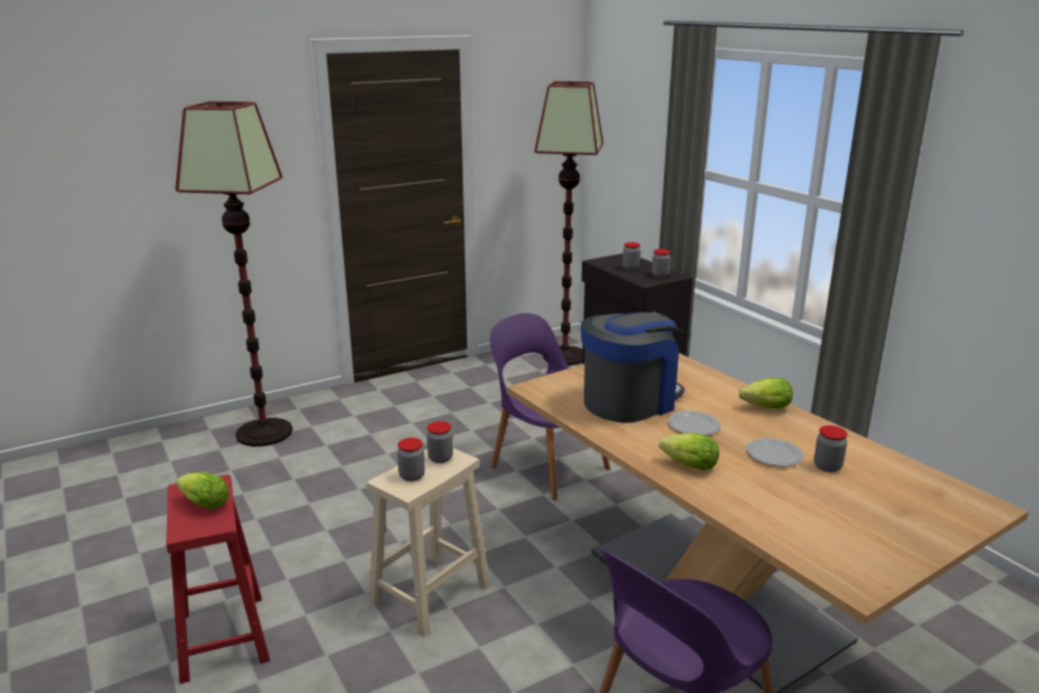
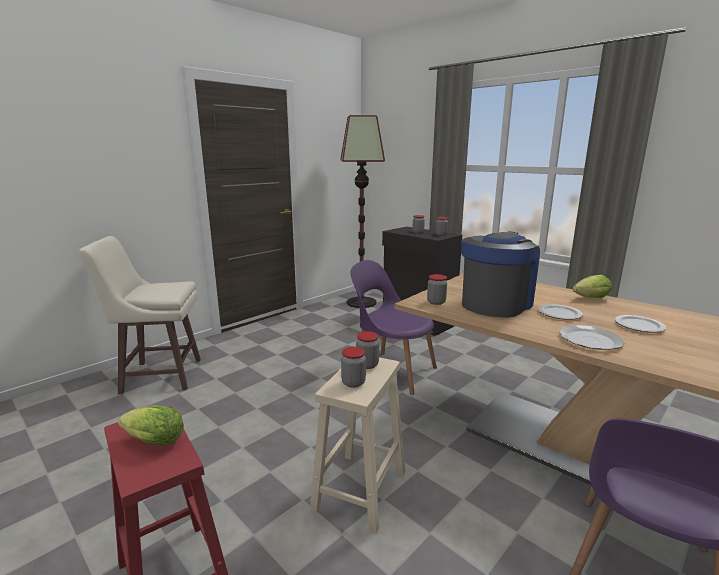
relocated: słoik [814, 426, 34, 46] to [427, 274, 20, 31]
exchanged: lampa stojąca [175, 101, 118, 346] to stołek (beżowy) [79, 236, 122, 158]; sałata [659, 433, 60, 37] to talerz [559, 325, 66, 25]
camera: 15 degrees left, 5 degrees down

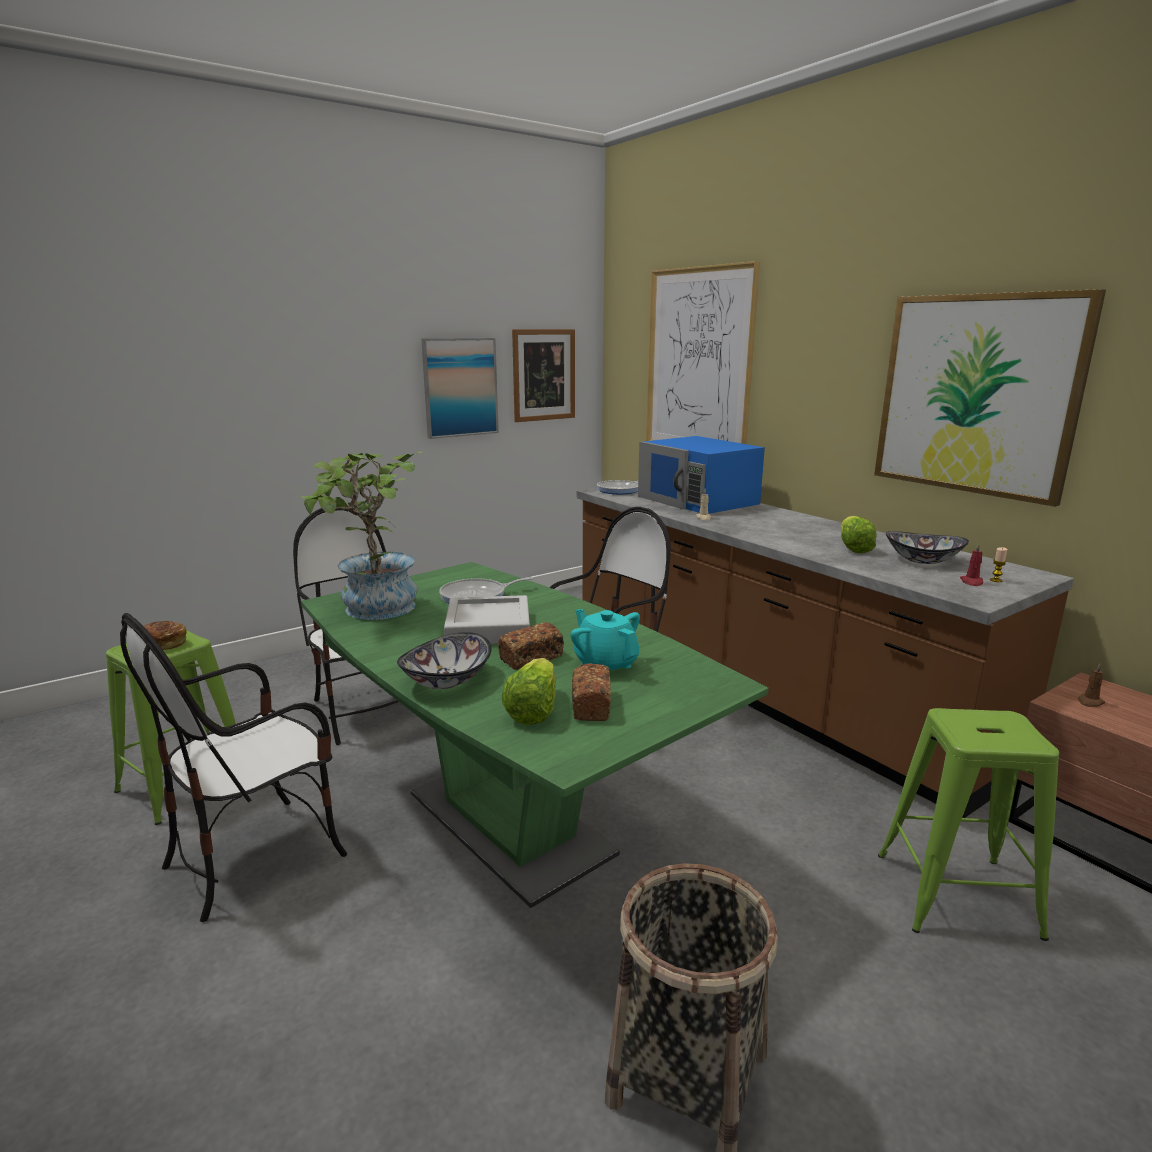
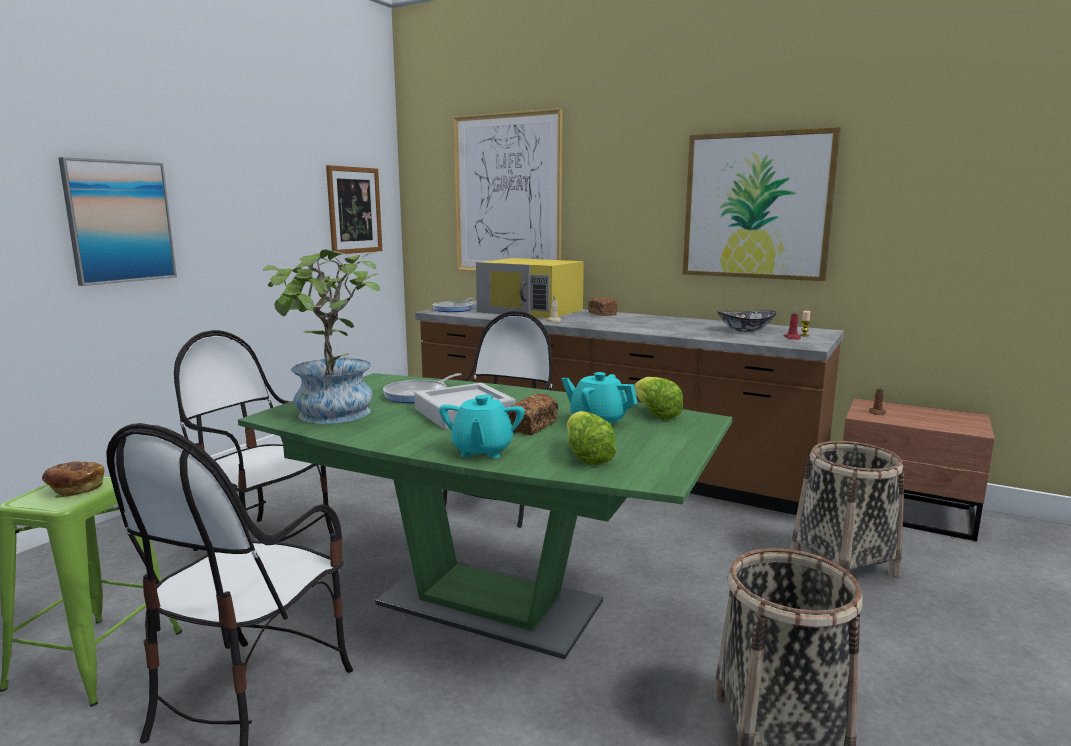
relocated: obraz [421, 338, 78, 101] to [58, 157, 119, 129]; chleb [572, 664, 39, 57] to [588, 297, 30, 19]; sałata [841, 516, 36, 38] to [634, 377, 49, 43]
exchanged: miska [397, 632, 94, 57] to imbryk (turkusowy) [439, 395, 86, 63]; stołek (zielony) [878, 708, 181, 233] to koszyk [790, 441, 115, 136]
colour: mikrofalówka (niebieski) [638, 436, 127, 78] to mikrofalówka (żółty) [476, 258, 108, 60]
camera: 25 degrees left, 5 degrees down

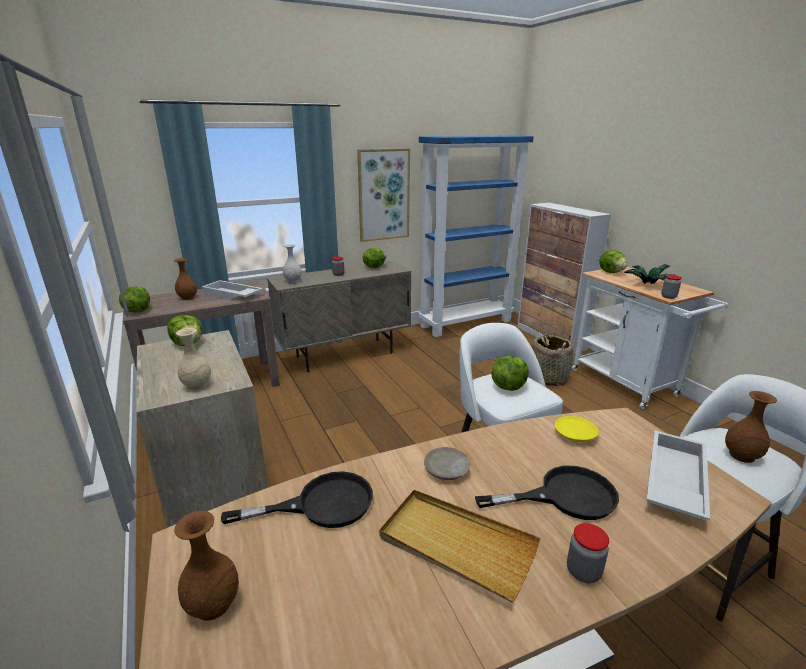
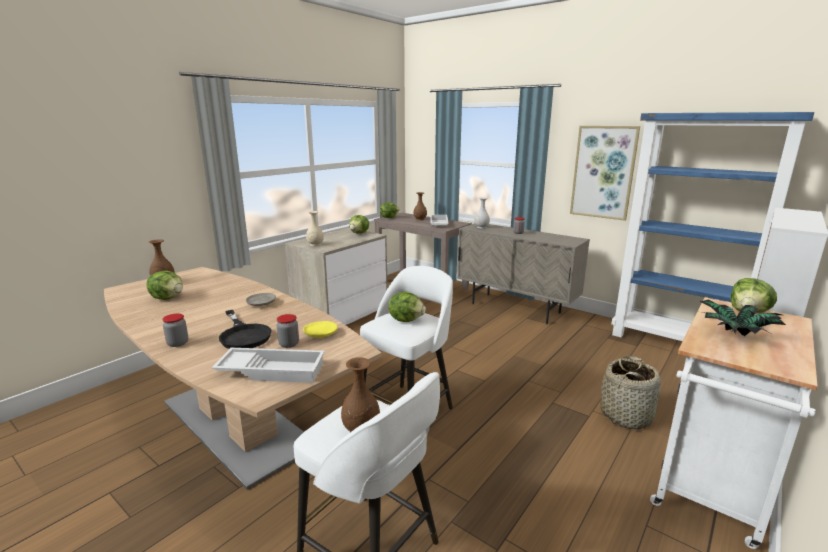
missing: patelnia (czarny) [221, 471, 152, 57]; taca (beżowy) [379, 490, 161, 113]
relocated: sałata [363, 248, 23, 20] to [146, 271, 37, 29]; słoik [661, 275, 21, 24] to [277, 314, 22, 34]
camera: 65 degrees right, 5 degrees down

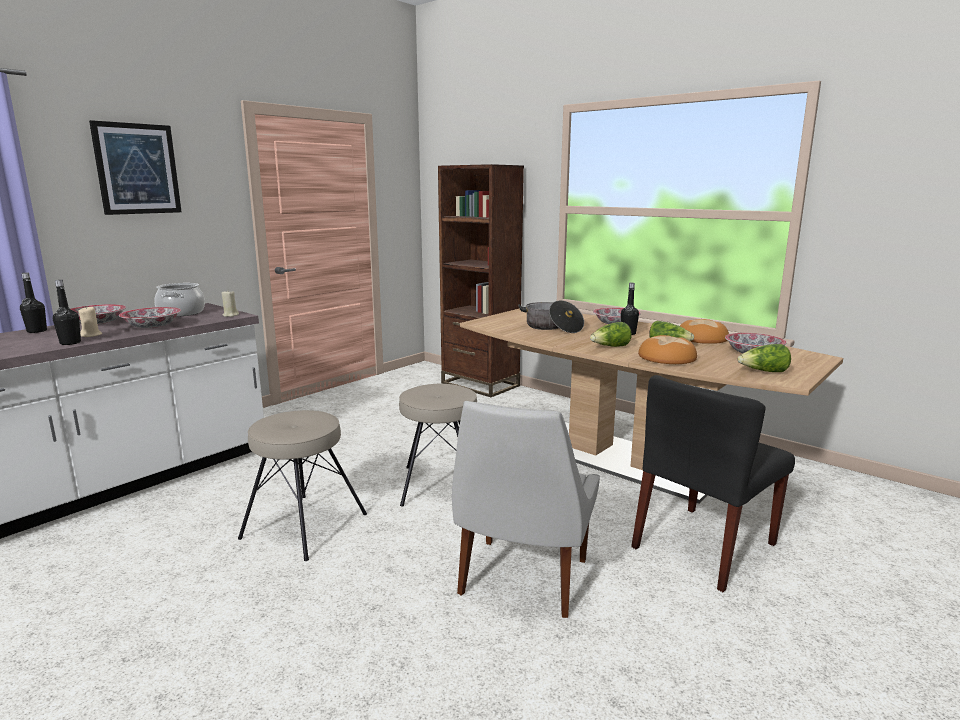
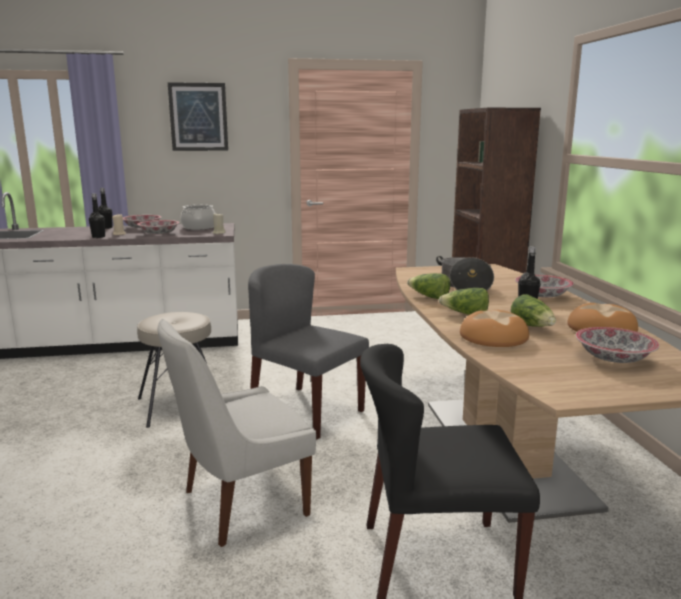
relocated: sałata [738, 344, 53, 28] to [407, 273, 43, 26]
exchanged: stołek (beżowy) [399, 384, 78, 122] to krzesło (szary) [248, 264, 121, 176]
camera: 40 degrees right, 0 degrees up

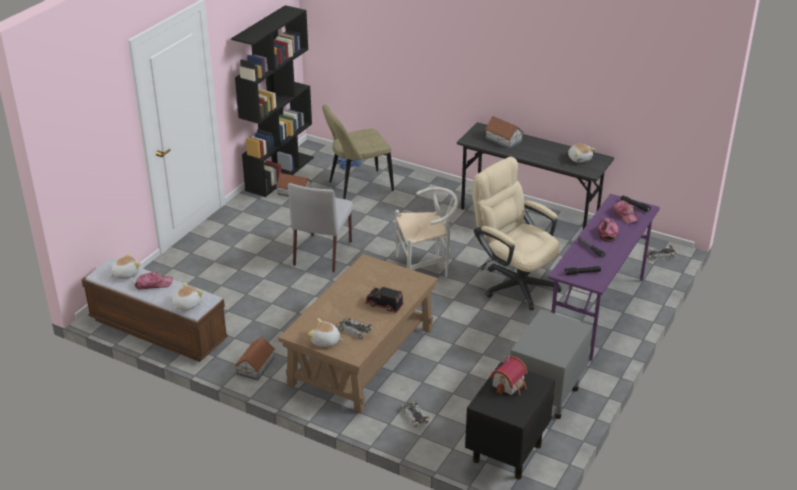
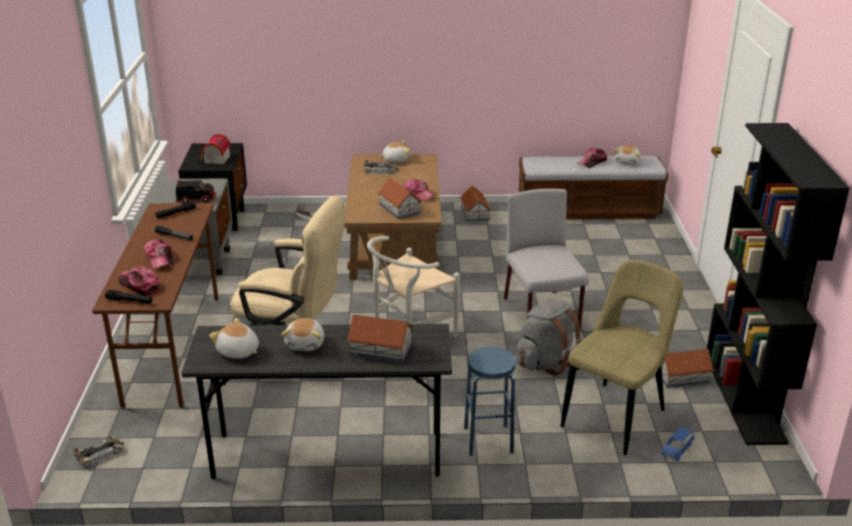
appeared: domek [378, 178, 44, 41]; czapka z daszkiem [402, 179, 34, 22]; stołek (niebieski) [464, 347, 52, 109]; plecak (szary) [516, 299, 66, 77]
relocated: pluszak [172, 282, 32, 29] to [281, 318, 43, 33]; ciężarówka zabawkowa [365, 287, 39, 26] to [176, 180, 40, 23]
colour: biurko (fioletowy) [548, 194, 112, 167] to biurko (brązowy) [92, 203, 126, 206]
camera: 150 degrees right, 5 degrees down

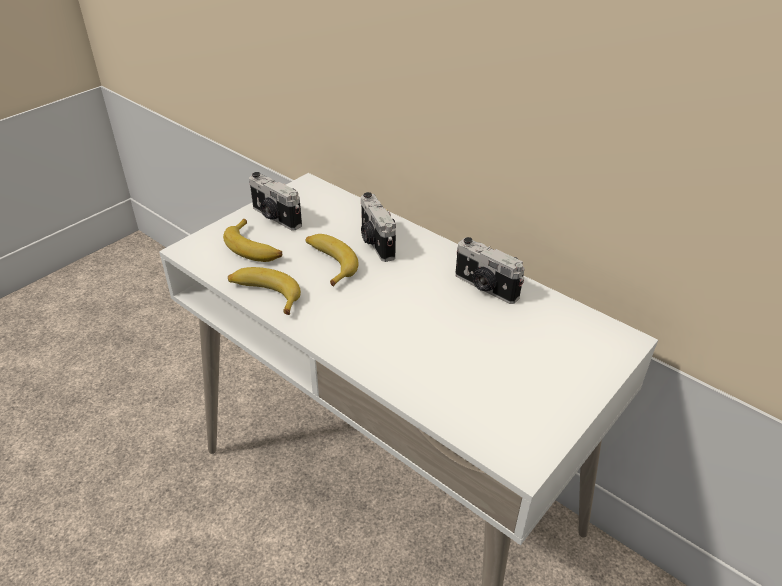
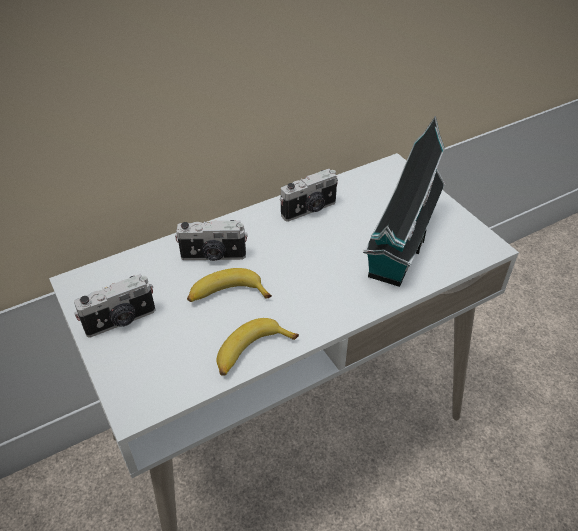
missing: banan [223, 219, 59, 43]
appeared: domek [363, 116, 82, 171]
camera: 70 degrees left, 5 degrees up

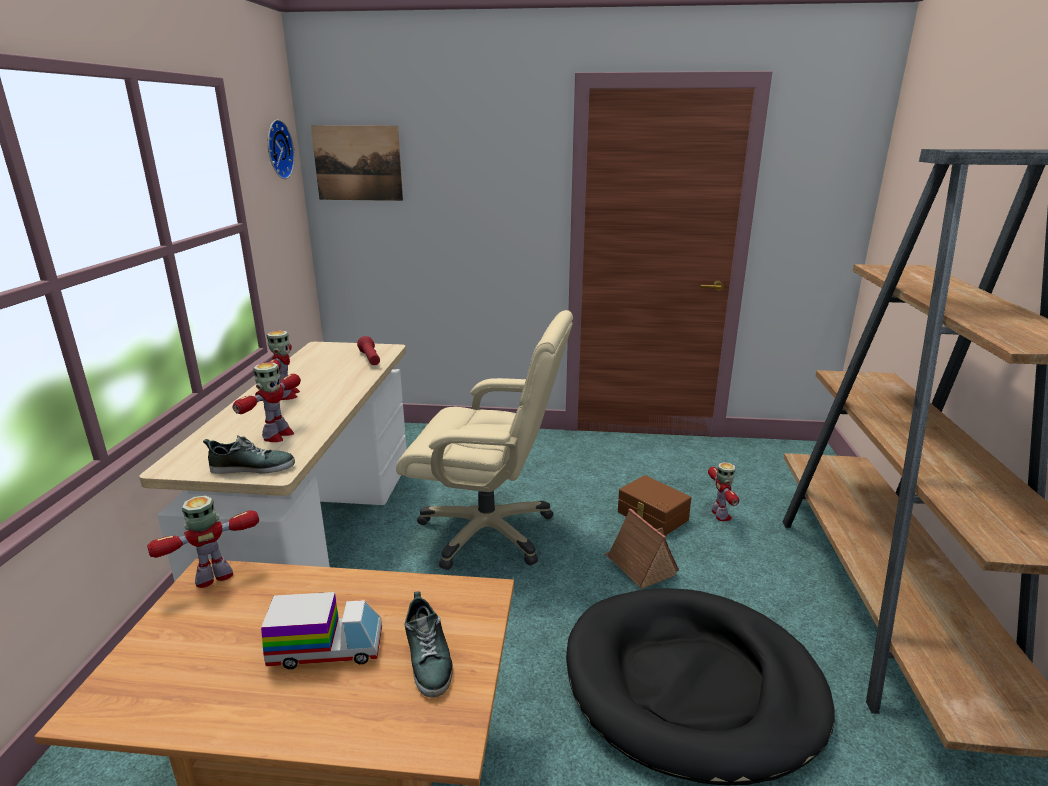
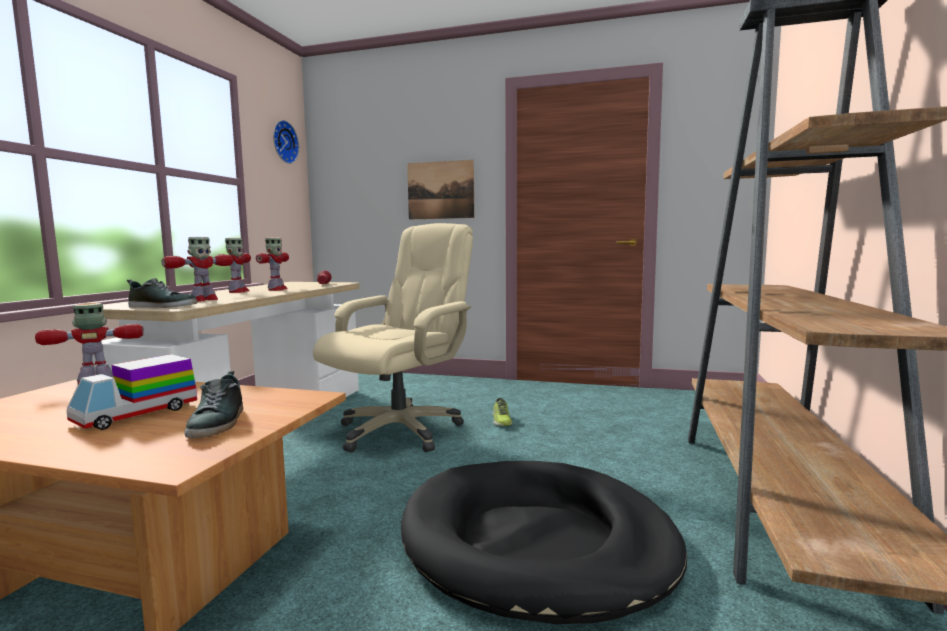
missing: domek [605, 509, 74, 80]; pojemnik do przechowywania (brązowy) [618, 475, 73, 61]
appeared: but [493, 398, 20, 28]
relocated: obraz [311, 126, 92, 75] to [407, 160, 67, 60]; robot zabawkowy [708, 462, 31, 59] to [256, 238, 33, 53]
spun: ciężarówka zabawkowa [261, 592, 121, 77] = [66, 354, 131, 76] 120 degrees clockwise; krzesło biurowe (beżowy) [396, 310, 177, 260] = [313, 223, 160, 229] 75 degrees counterclockwise
camera: 10 degrees right, 15 degrees down

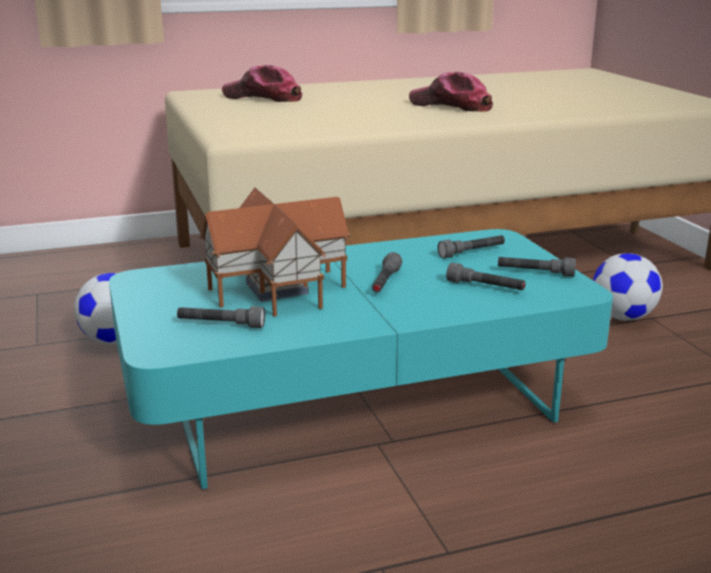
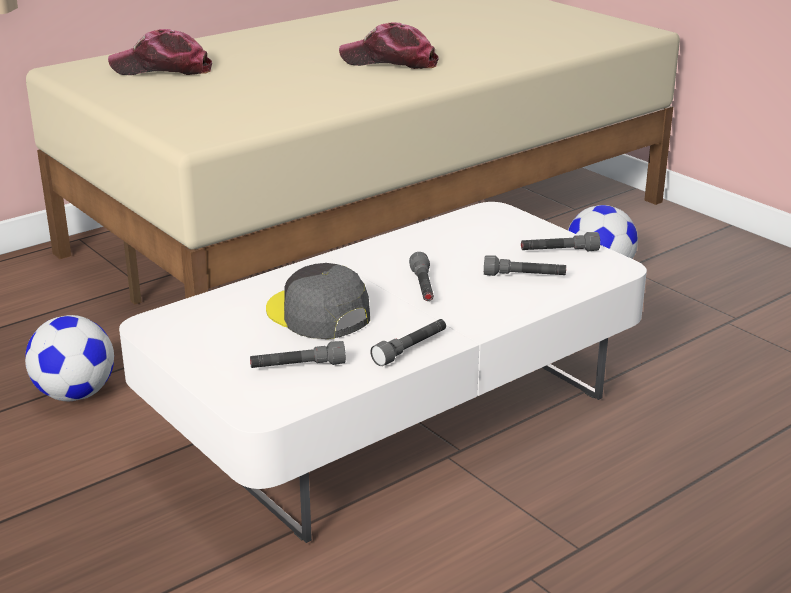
relocated: latarka (szary) [438, 235, 67, 23] to [370, 319, 76, 47]
exchanged: domek [200, 188, 151, 129] to czapka z daszkiem (szary) [266, 263, 104, 76]
colour: ława (turkusowy) [109, 229, 504, 260] to ława (biały) [119, 202, 528, 341]
camera: 20 degrees left, 5 degrees up

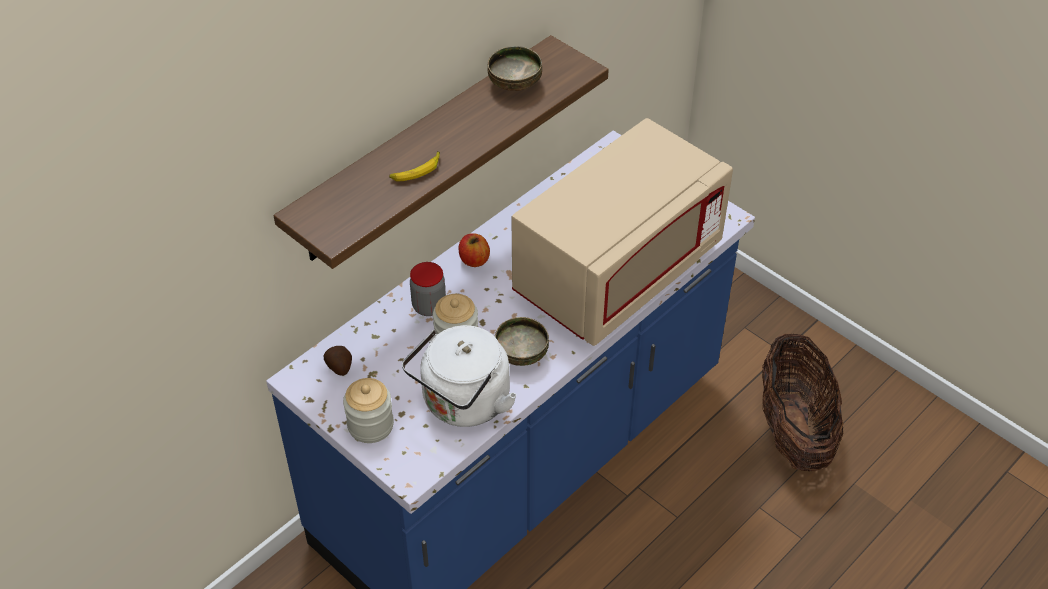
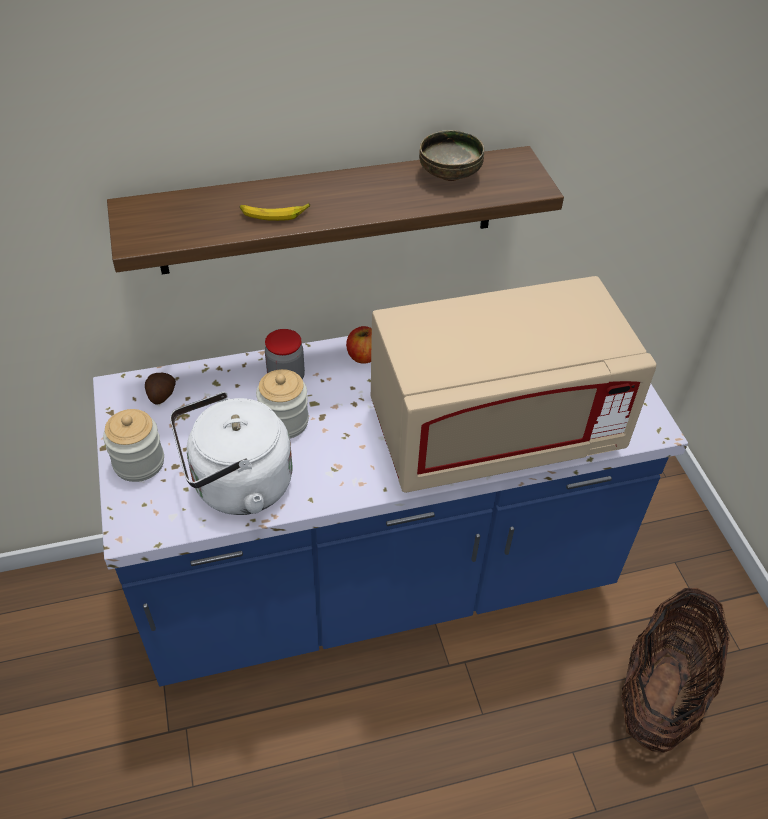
missing: miska [495, 317, 54, 49]
camera: 30 degrees right, 0 degrees up

